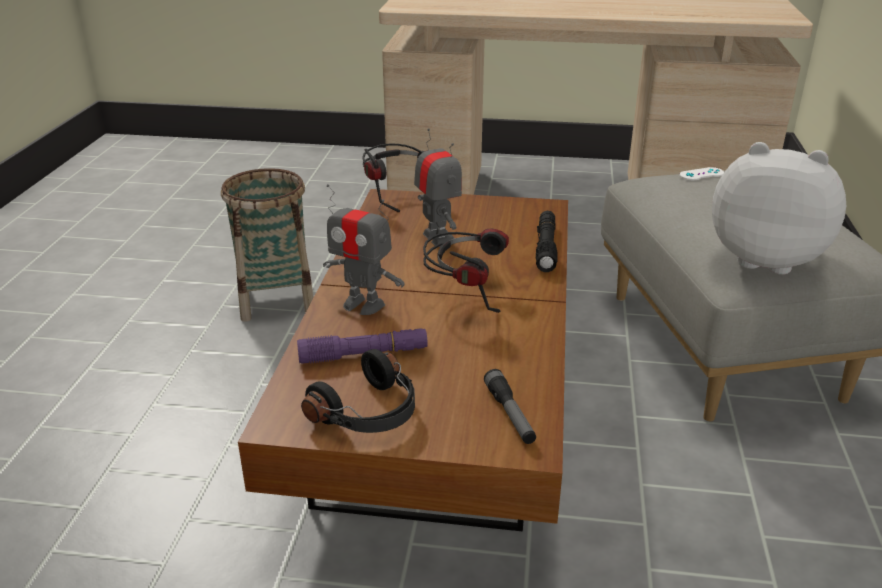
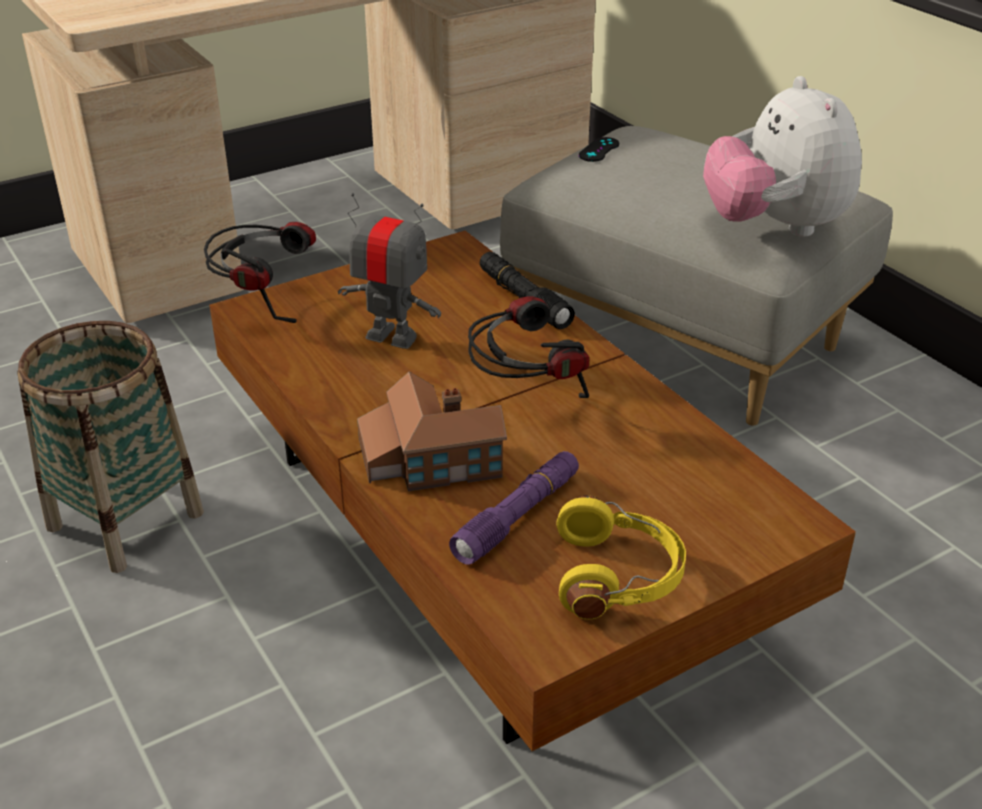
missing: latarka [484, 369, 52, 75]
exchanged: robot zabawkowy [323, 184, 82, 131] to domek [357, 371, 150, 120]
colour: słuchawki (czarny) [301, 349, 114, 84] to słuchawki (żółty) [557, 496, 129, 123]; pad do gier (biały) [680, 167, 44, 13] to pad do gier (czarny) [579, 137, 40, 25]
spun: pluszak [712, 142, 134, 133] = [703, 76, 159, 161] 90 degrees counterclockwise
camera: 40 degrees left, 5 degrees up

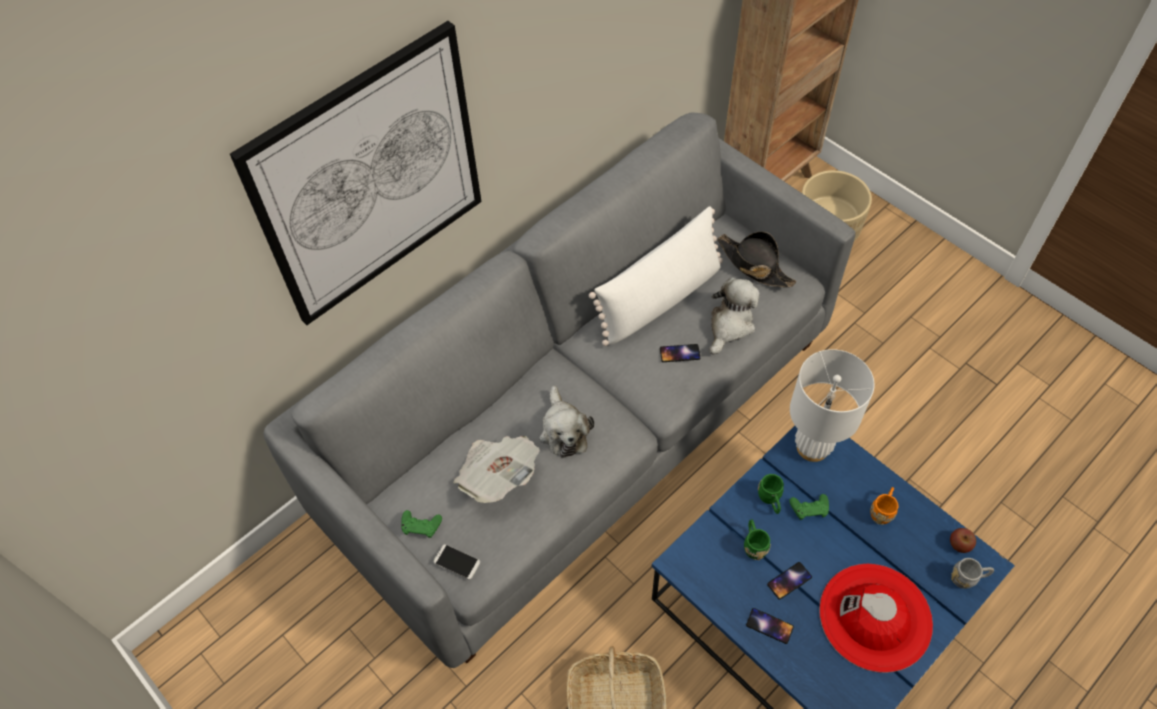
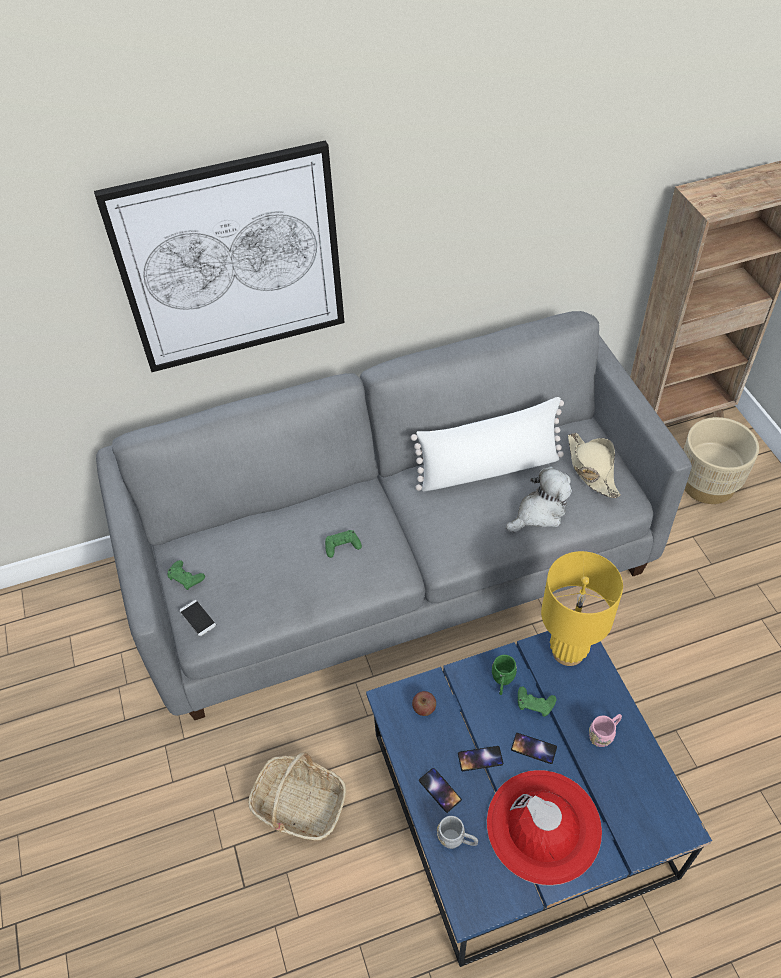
missing: gazeta [453, 436, 87, 67]; kubek (zielony) [744, 519, 27, 41]
relocated: telefon [660, 344, 40, 18] to [511, 733, 46, 31]; jabłko [950, 528, 26, 25] to [412, 691, 24, 25]; kubek (szary) [951, 558, 43, 31] to [437, 816, 41, 33]
exchanged: pluszak [540, 386, 54, 72] to pad do gier (zielony) [325, 530, 37, 28]
colour: kapelusz (czarny) [717, 231, 79, 56] to kapelusz (beżowy) [568, 433, 53, 65]; lampa stołowa (biały) [790, 349, 85, 113] to lampa stołowa (żółty) [541, 551, 82, 115]; kubek (pomarańczowy) [871, 487, 27, 38] to kubek (różowy) [589, 714, 33, 33]
camera: 25 degrees right, 5 degrees down

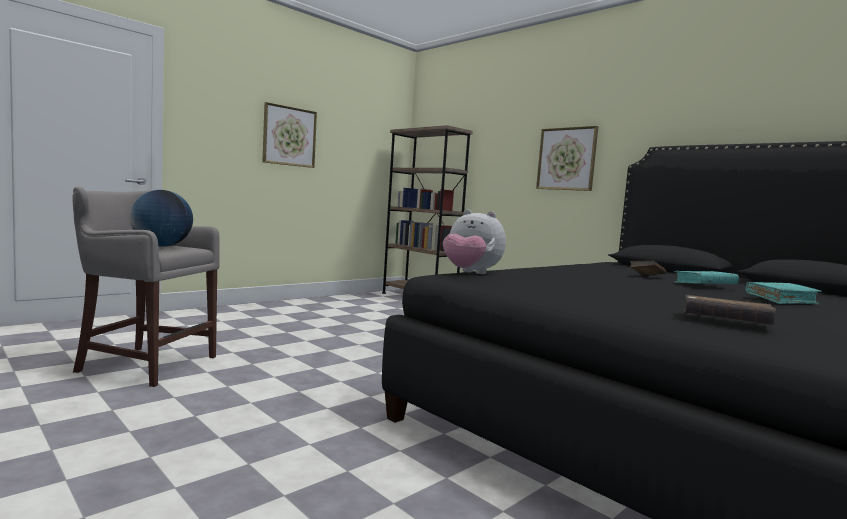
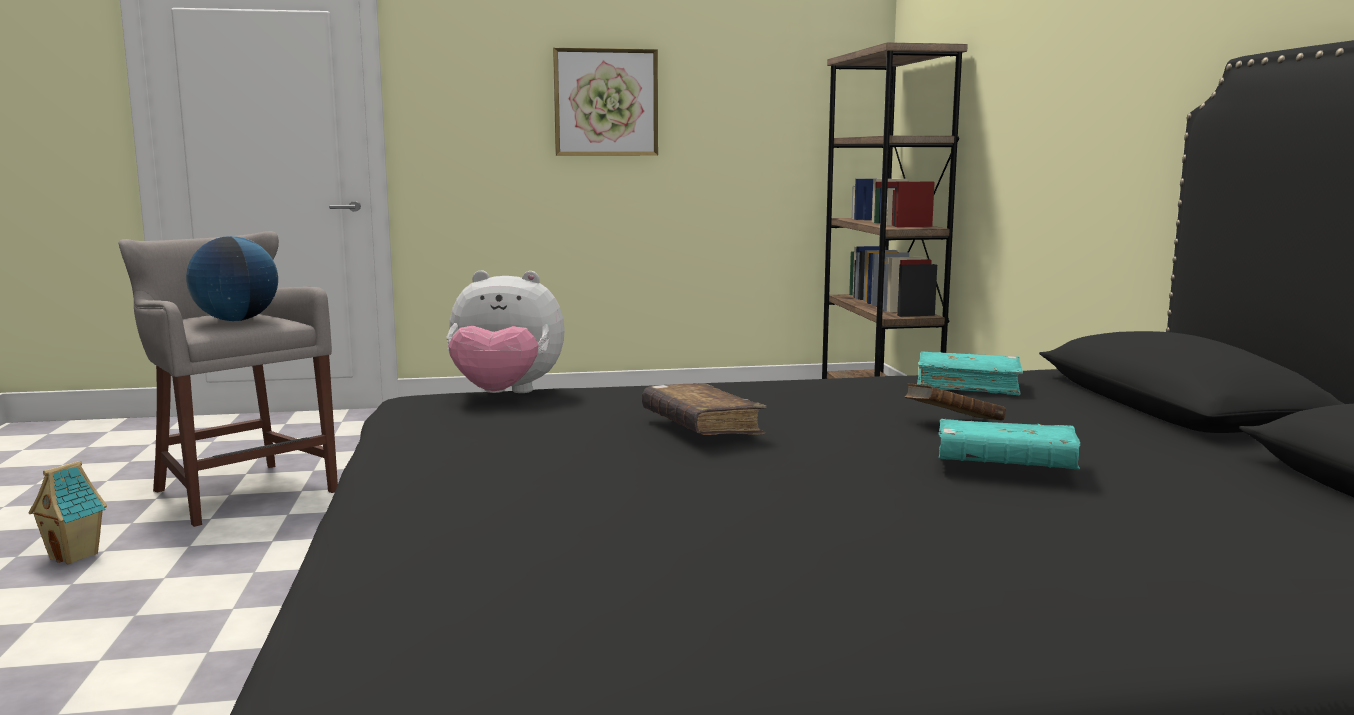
missing: obraz [536, 126, 62, 65]
appeared: domek [28, 461, 79, 103]
relocated: książka (brązowy) [684, 295, 92, 30] to [642, 383, 125, 52]; książka (turkusowy) [746, 282, 76, 22] to [917, 351, 106, 44]
spun: pluszak [443, 210, 63, 64] = [447, 270, 118, 123] 60 degrees counterclockwise
camera: 35 degrees right, 5 degrees up

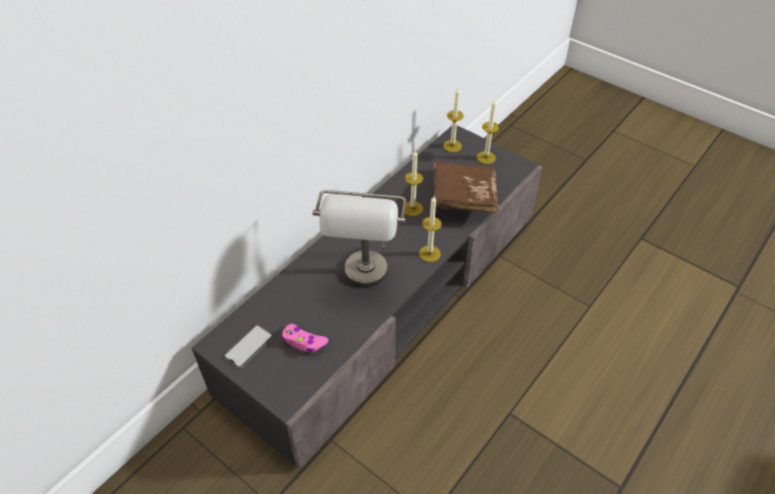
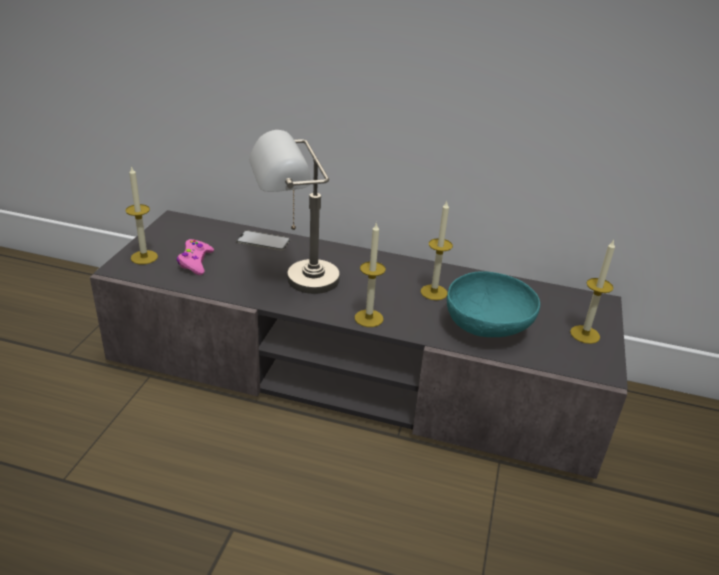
relocated: telefon [223, 324, 50, 45] to [236, 230, 54, 20]; świeca [443, 88, 21, 64] to [125, 166, 33, 98]
exchanged: książka (brązowy) [433, 161, 66, 53] to miska (turkusowy) [447, 271, 93, 66]
camera: 65 degrees right, 15 degrees down

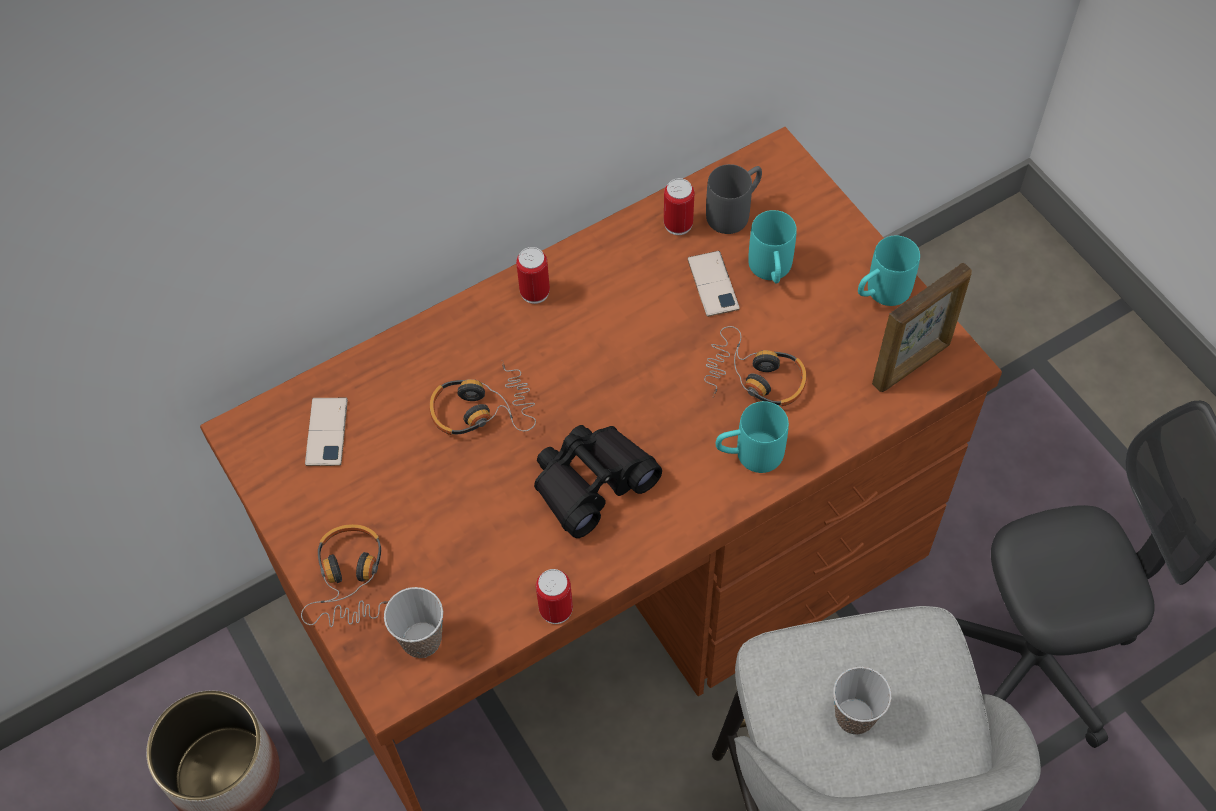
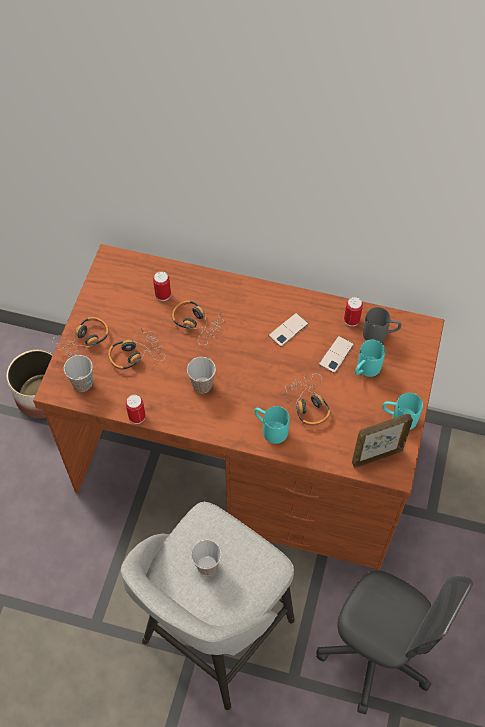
appeared: słuchawki [108, 328, 57, 42]
relocated: telefon [305, 398, 43, 68] to [268, 313, 41, 34]; puszka [516, 247, 34, 57] to [153, 271, 18, 30]
exchanged: lornetka (czarny) [534, 425, 128, 113] to filiżanka [187, 357, 29, 37]
spun: ramka na zdjęcie [872, 262, 100, 130] = [352, 414, 61, 54] 150 degrees clockwise
camera: 45 degrees right, 0 degrees up

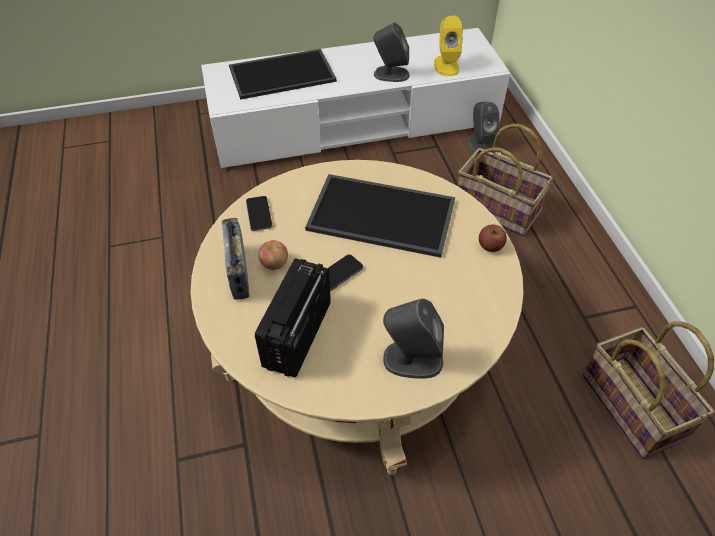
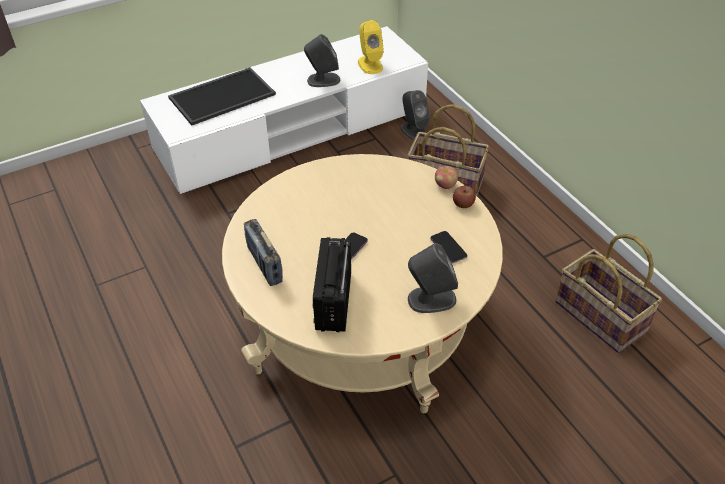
missing: taca [305, 174, 150, 84]
relocated: telefon [246, 196, 26, 35] to [431, 231, 36, 32]; jabłko [258, 240, 30, 30] to [435, 166, 23, 23]
camera: 15 degrees left, 5 degrees down

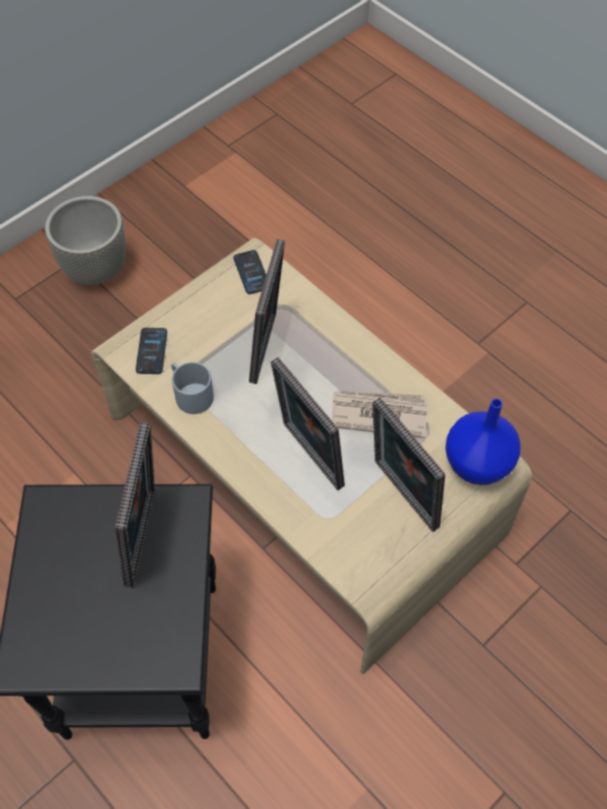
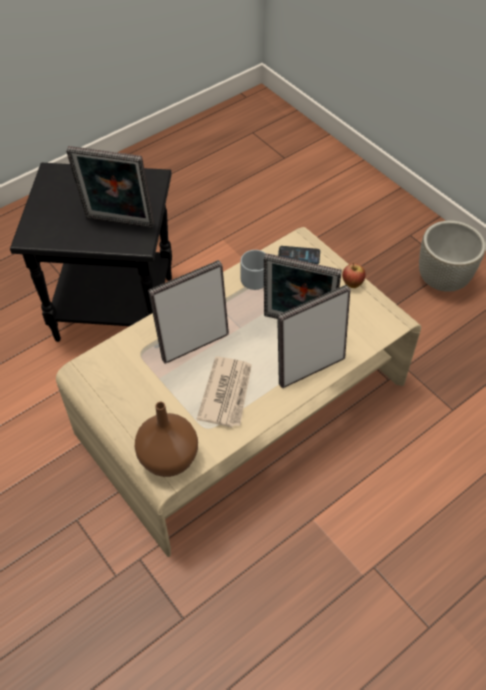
missing: telefon [233, 250, 33, 44]
appeared: jabłko [342, 263, 23, 25]
relocated: ramka na zdjęcie [372, 398, 73, 134] to [277, 285, 74, 104]
colour: wazon (niebieski) [445, 398, 75, 87] to wazon (brązowy) [135, 402, 63, 75]
camera: 95 degrees right, 5 degrees down

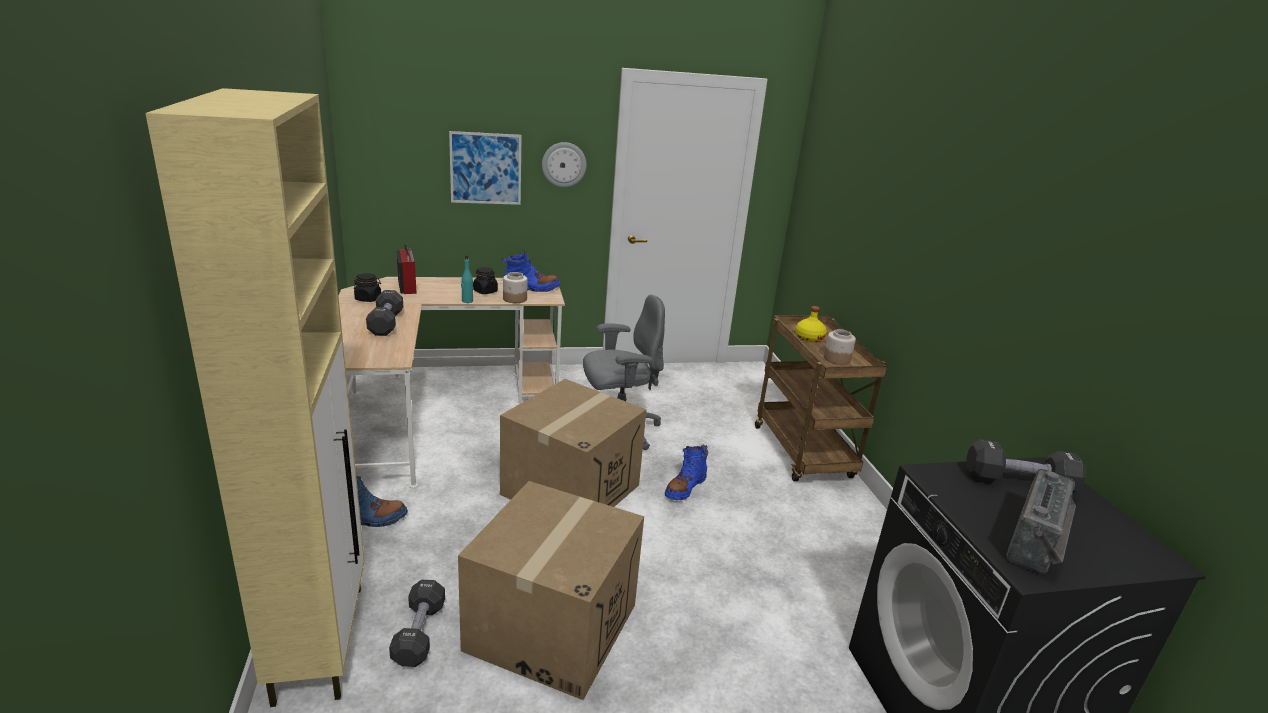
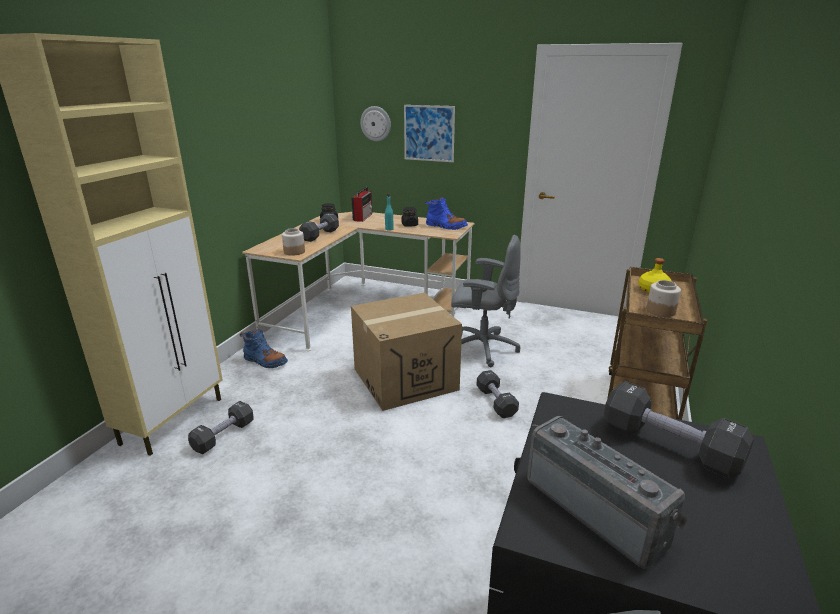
missing: karton [458, 481, 186, 219]
relocated: słoik [503, 272, 24, 31] to [282, 228, 23, 28]; zegar ścienny [542, 142, 44, 45] to [360, 106, 31, 36]
exchanged: but z cholewką (niebieski) [665, 445, 43, 55] to hantel (czarny) [477, 370, 42, 48]
spun: radio [1006, 469, 70, 105] = [527, 416, 161, 153] 105 degrees counterclockwise
camera: 35 degrees right, 0 degrees up

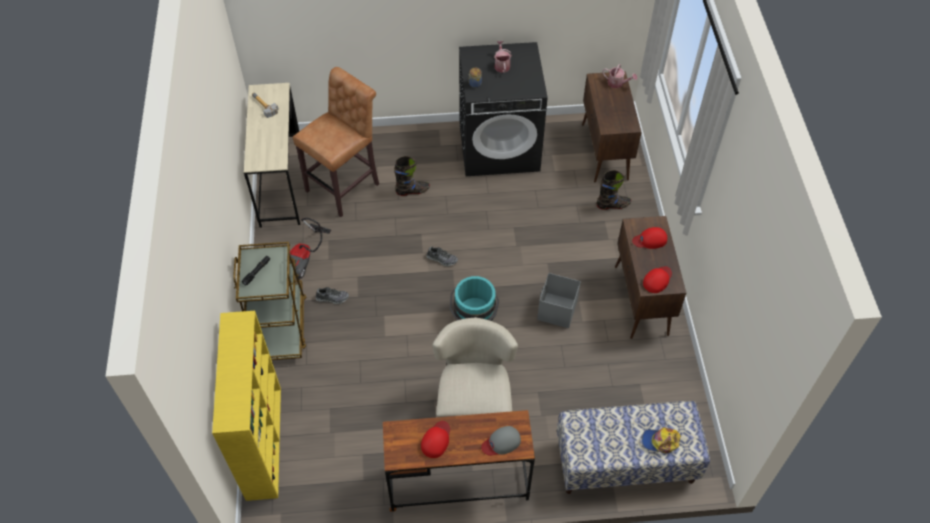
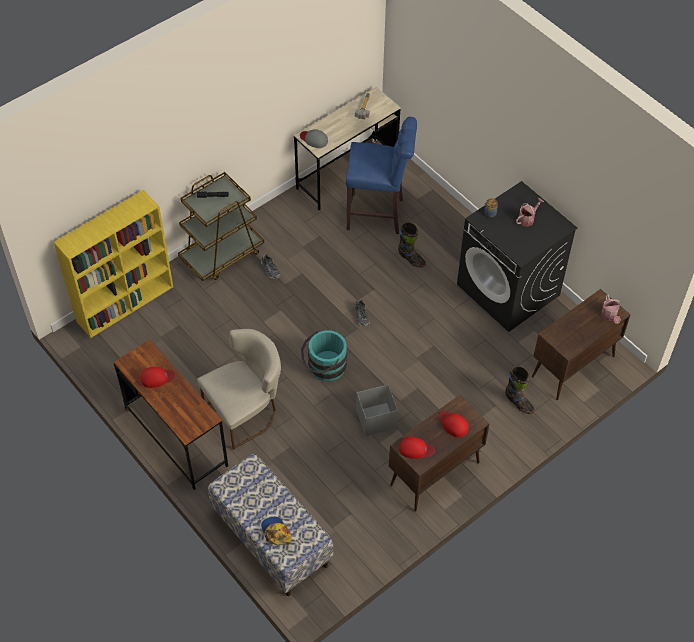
missing: odkurzacz [290, 217, 41, 63]
relocated: czapka z daszkiem (szary) [481, 426, 40, 30] to [300, 129, 28, 19]
colour: stołek (brązowy) [293, 67, 86, 150] to stołek (niebieski) [346, 117, 71, 117]
camera: 55 degrees right, 0 degrees up

